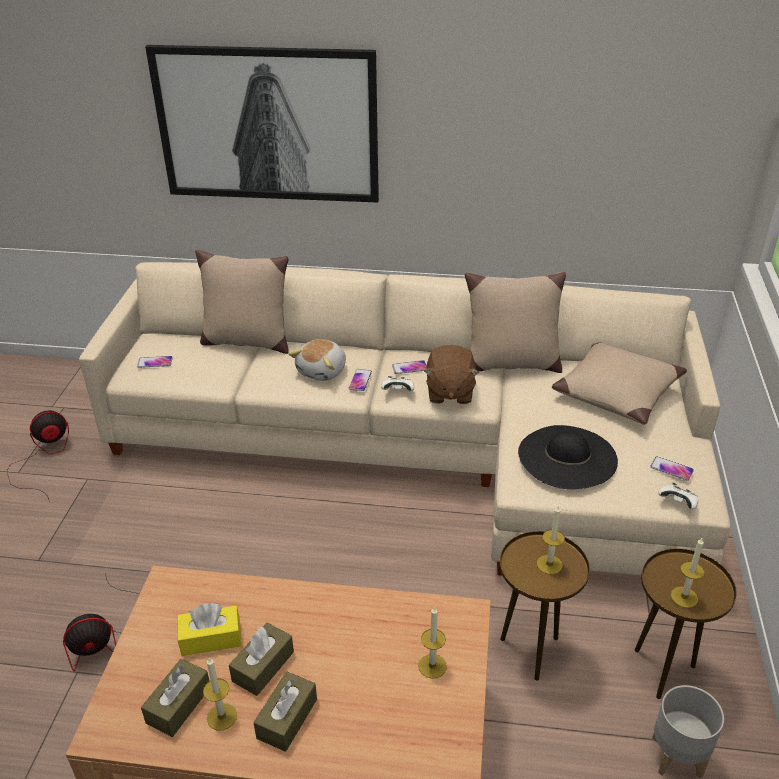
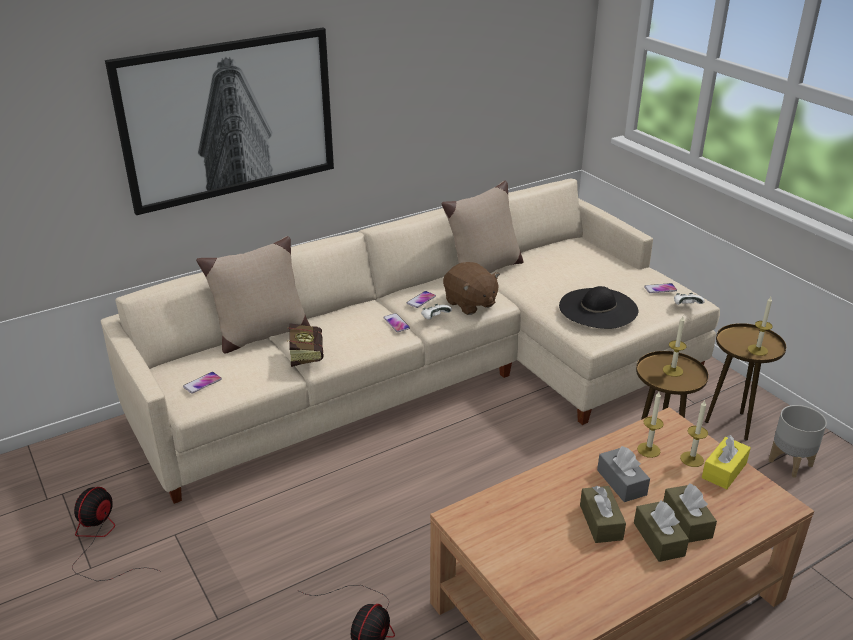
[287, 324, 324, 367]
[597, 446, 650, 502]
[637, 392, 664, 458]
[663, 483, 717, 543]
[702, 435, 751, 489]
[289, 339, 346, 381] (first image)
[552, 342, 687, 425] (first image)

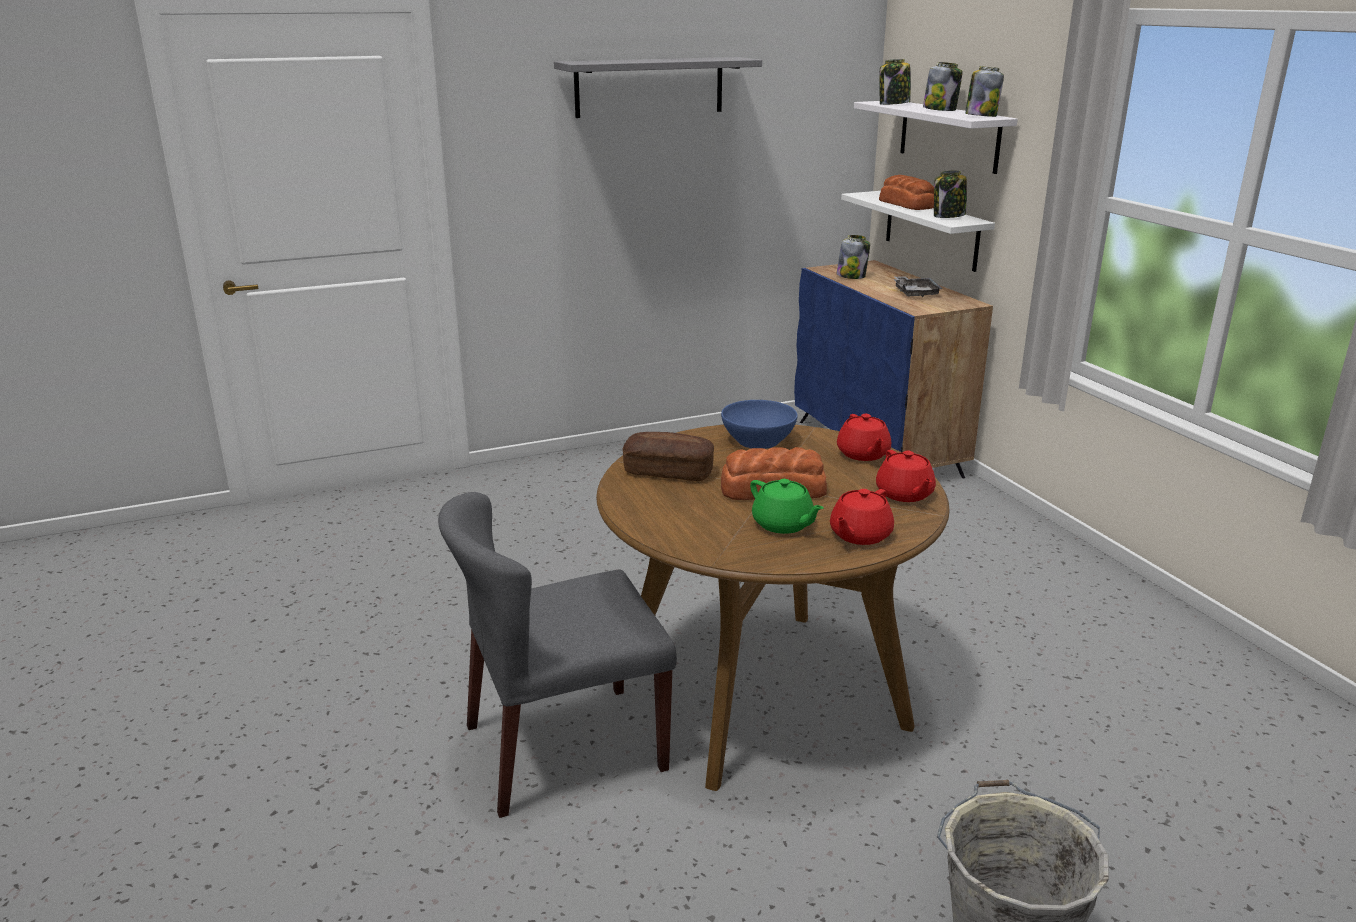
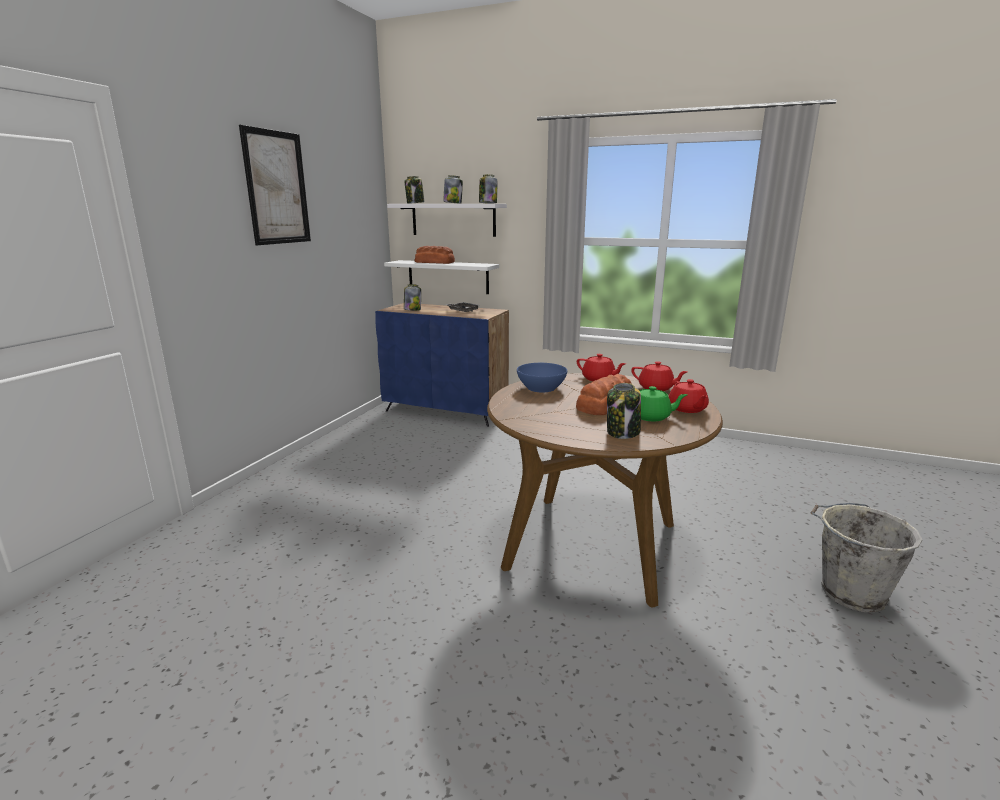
[239, 125, 311, 245]
[607, 383, 641, 439]
[438, 492, 677, 818] (first image)
[623, 432, 714, 481] (first image)

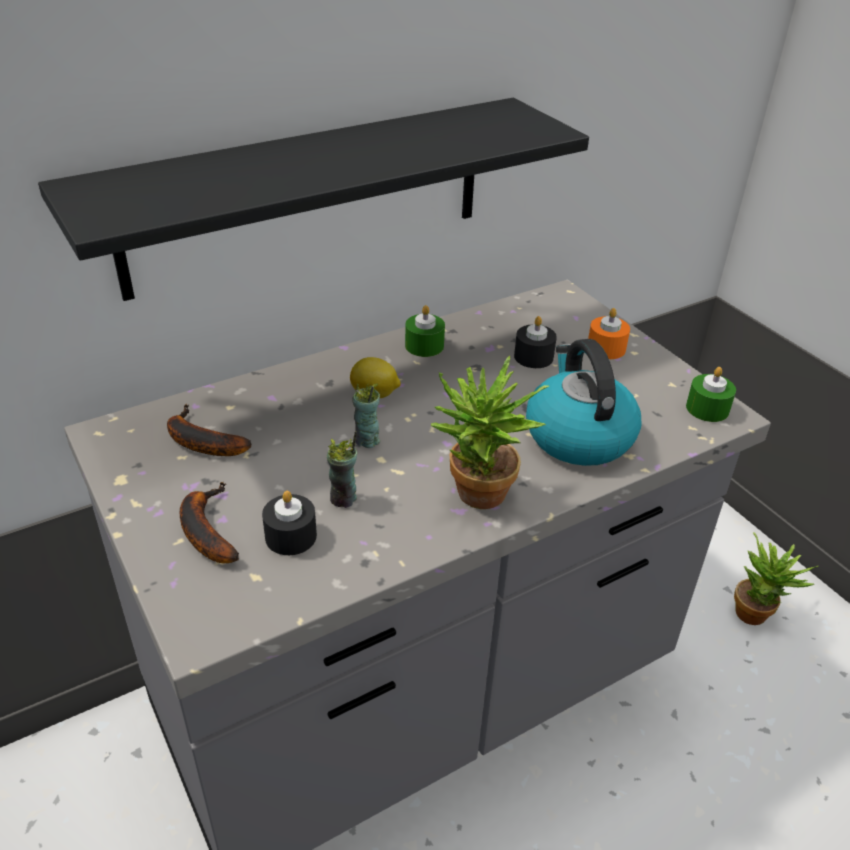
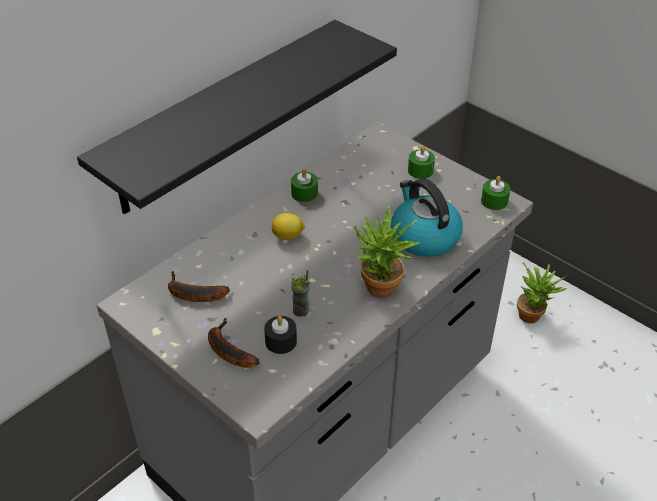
[408, 146, 435, 179]
[352, 384, 380, 448] (first image)
[514, 316, 557, 368] (first image)

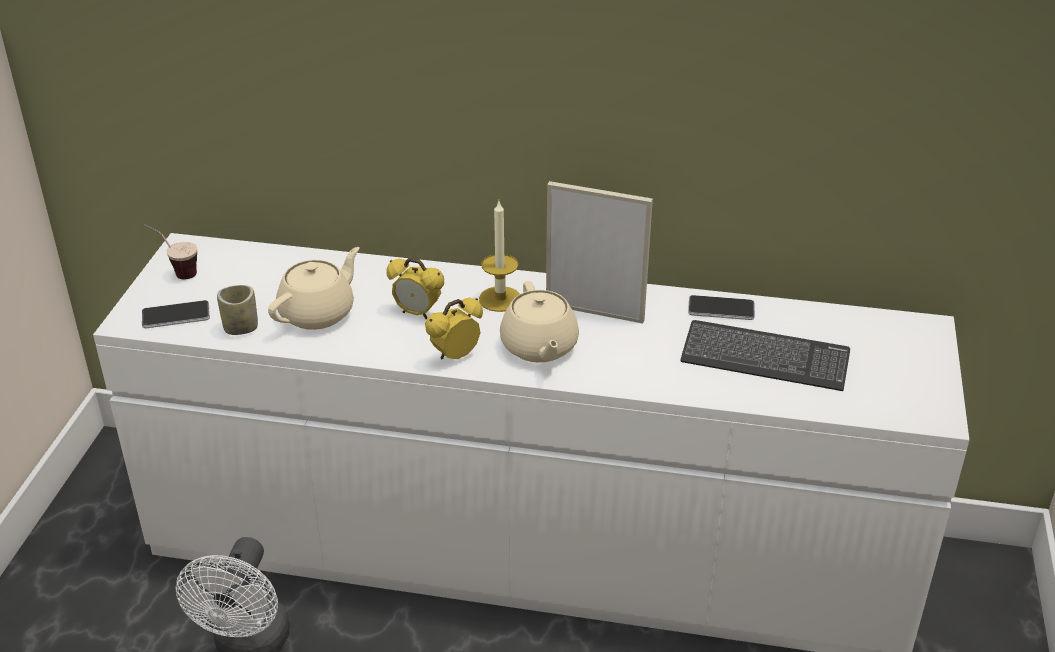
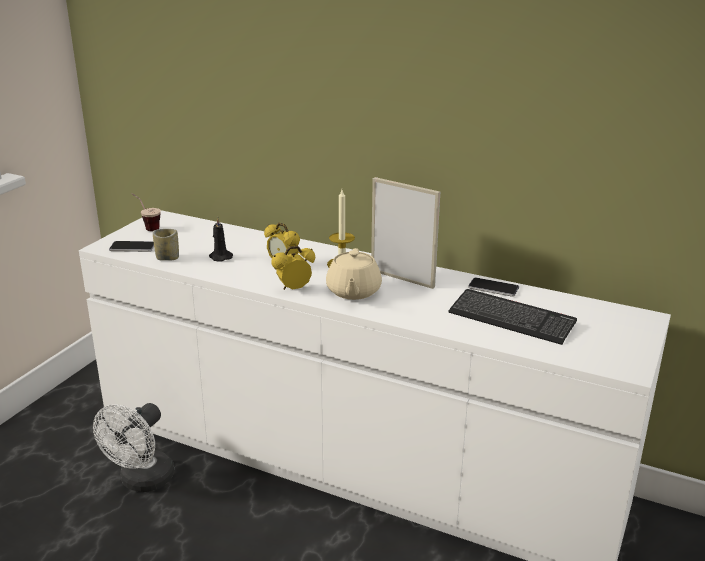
[209, 217, 233, 262]

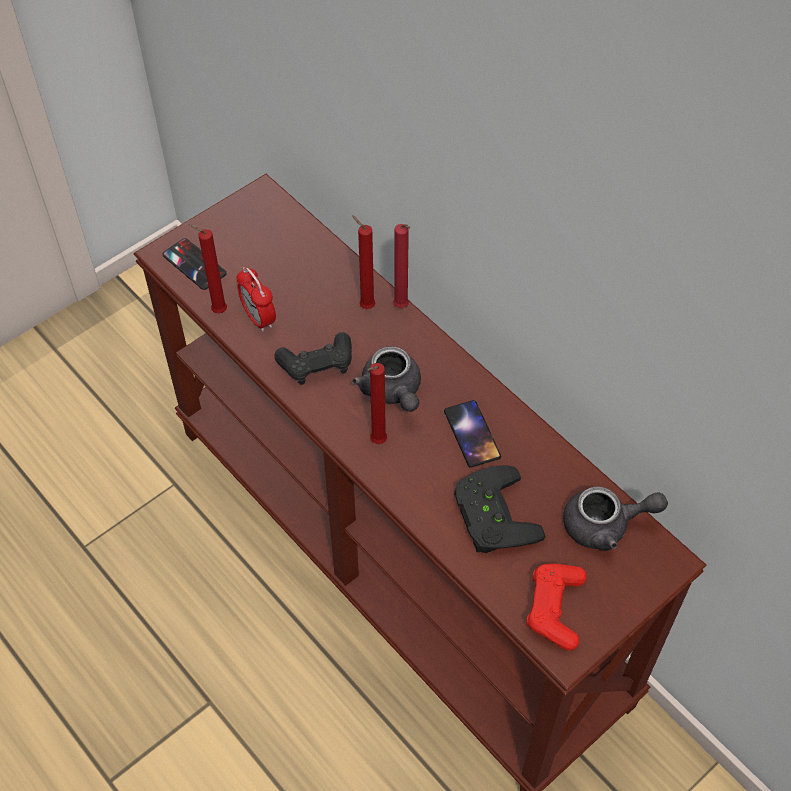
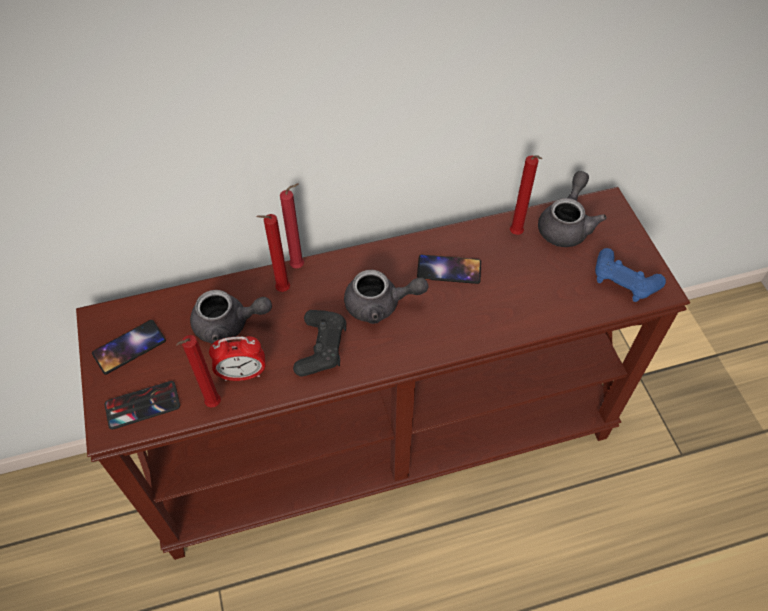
[92, 320, 166, 374]
[190, 290, 272, 344]
[510, 155, 542, 235]
[595, 248, 666, 302]
[454, 465, 545, 553] (first image)

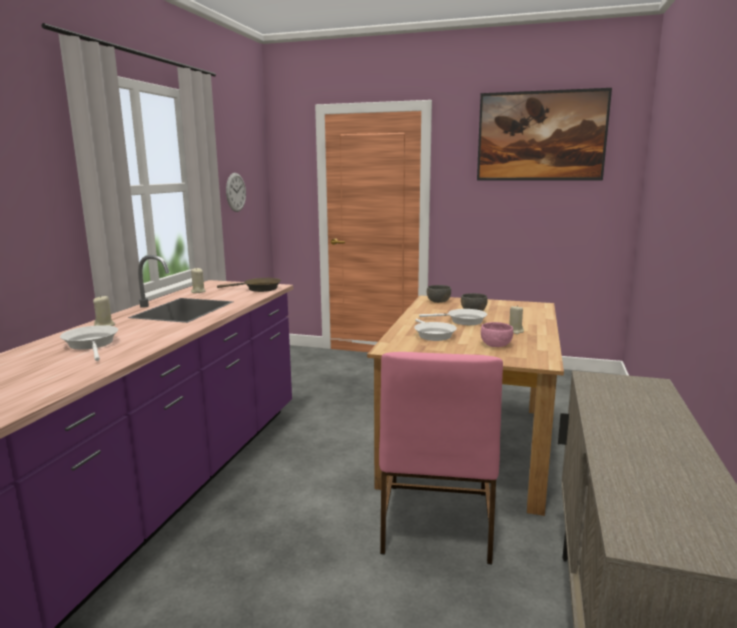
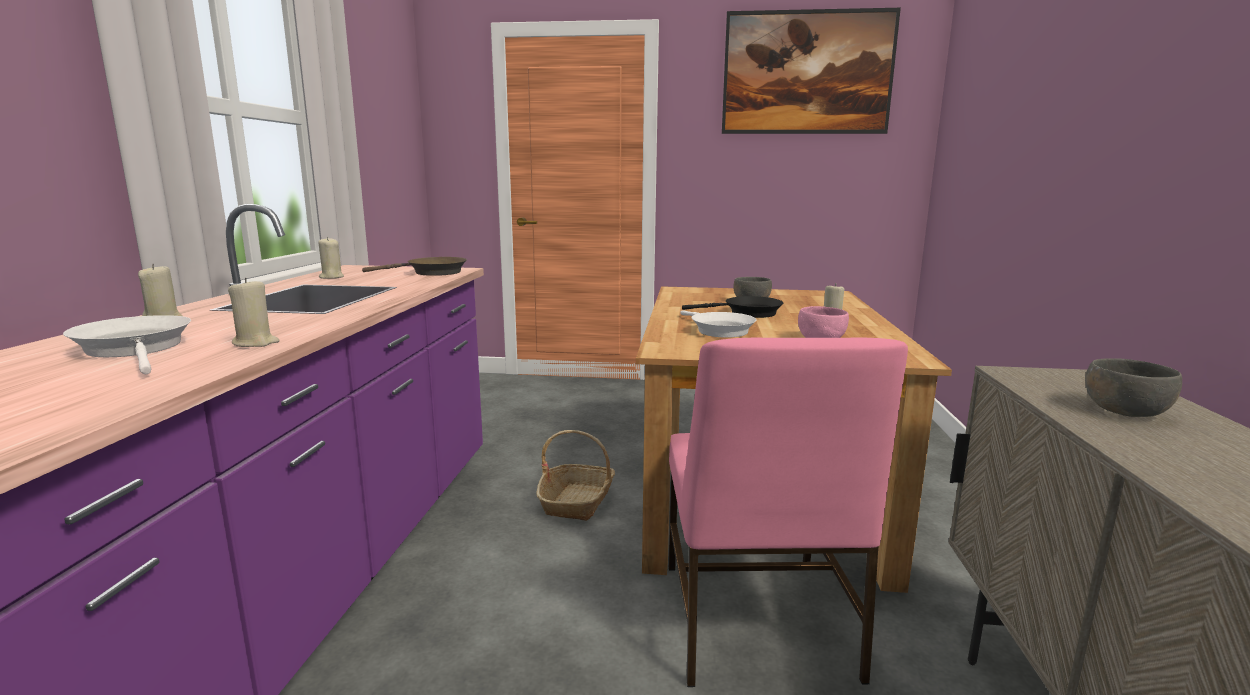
[228, 278, 279, 347]
[537, 430, 615, 521]
[682, 296, 783, 318]
[1085, 359, 1182, 417]
[226, 173, 246, 212] (first image)

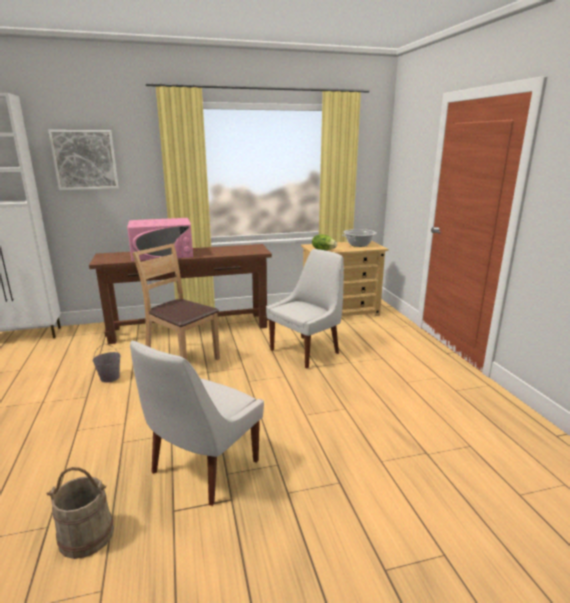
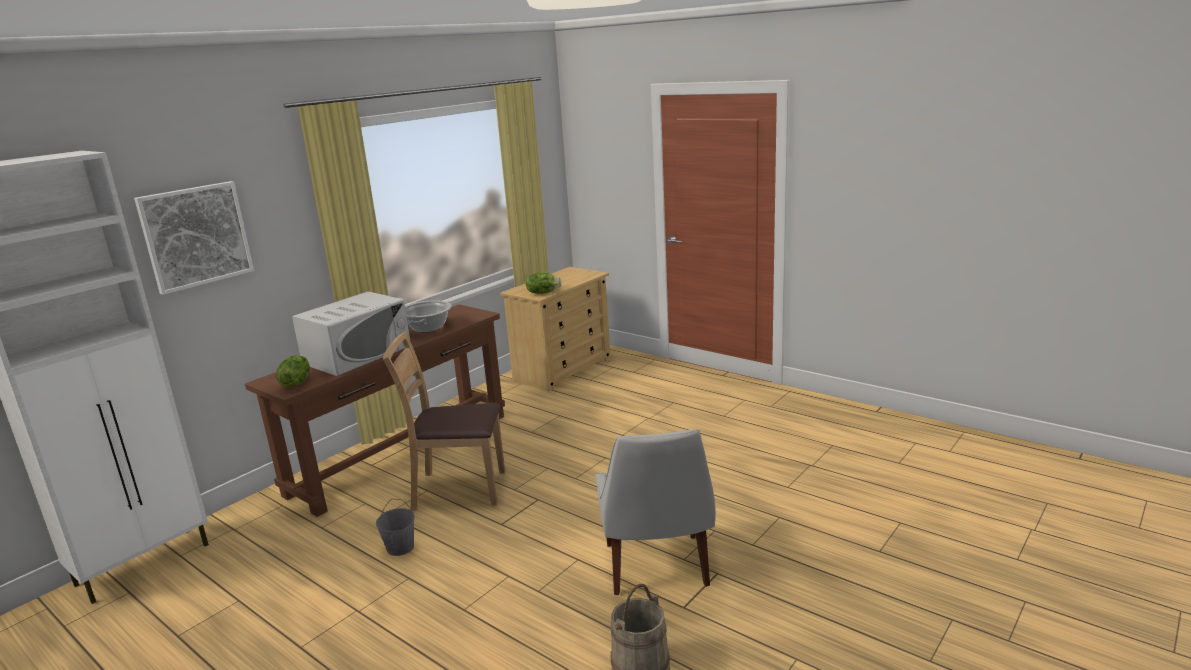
[276, 355, 310, 387]
[292, 291, 410, 376]
[405, 300, 452, 333]
[266, 249, 344, 368] (first image)

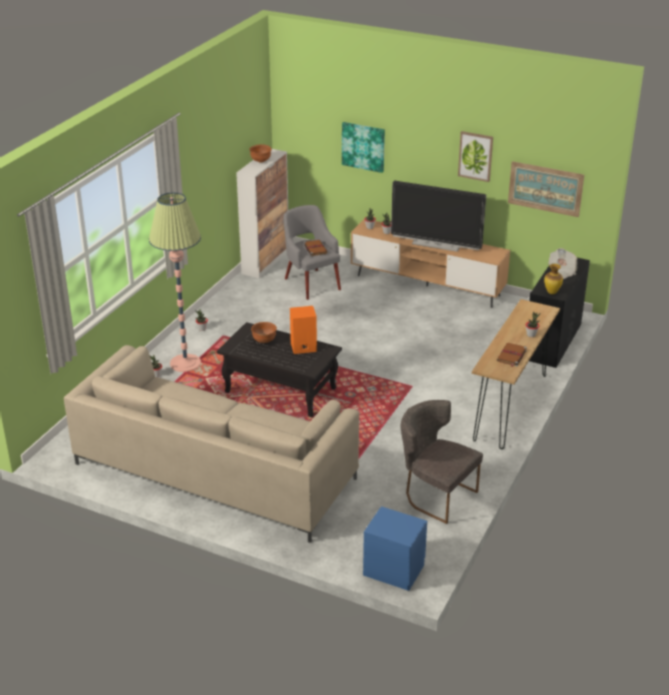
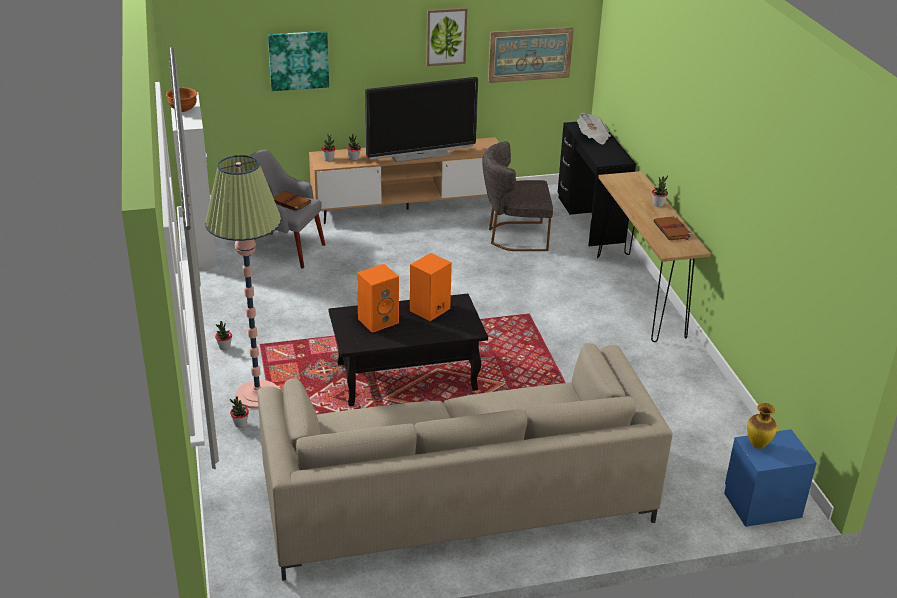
[357, 264, 399, 333]
[482, 141, 553, 251]
[747, 403, 777, 449]

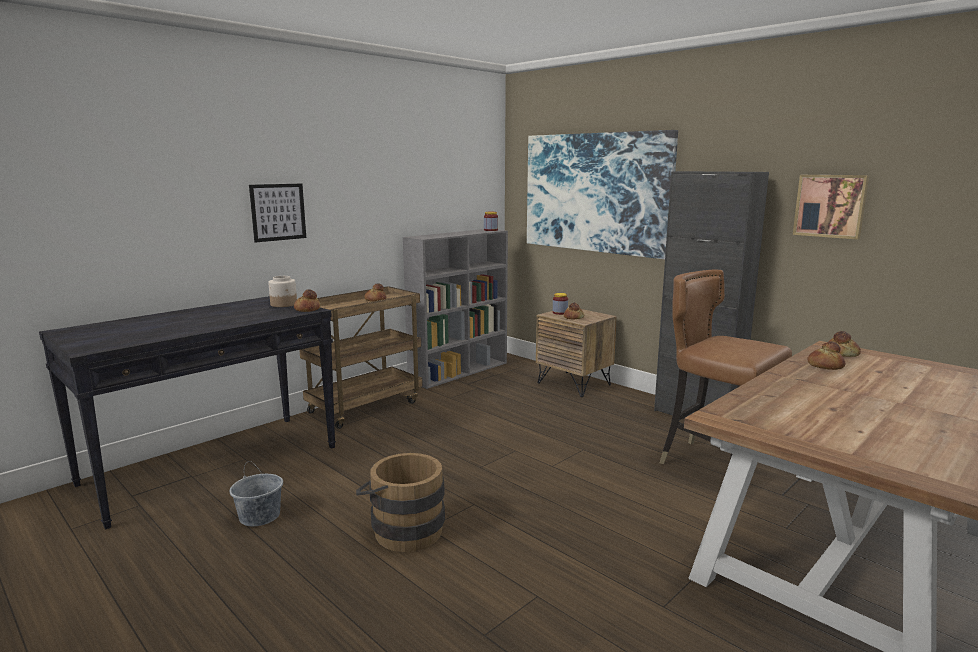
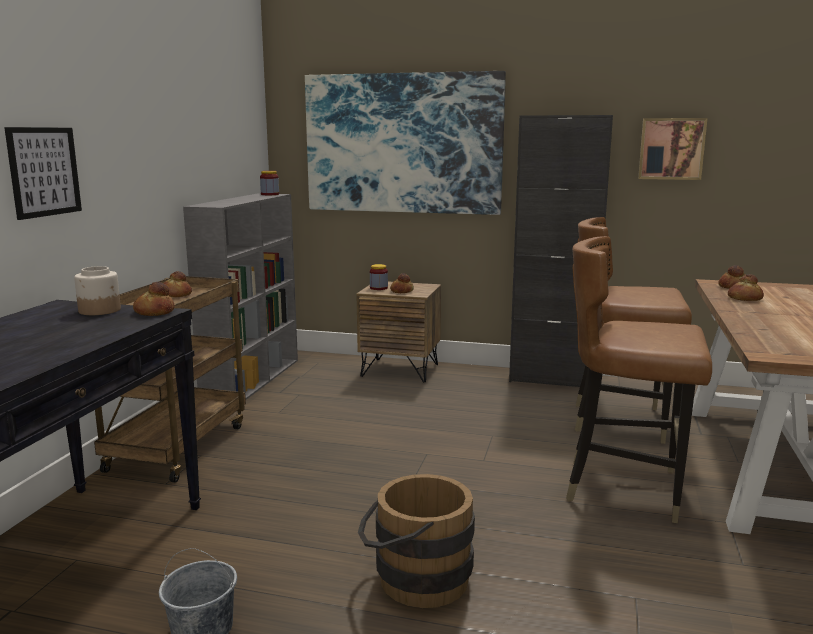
[566, 236, 712, 523]

